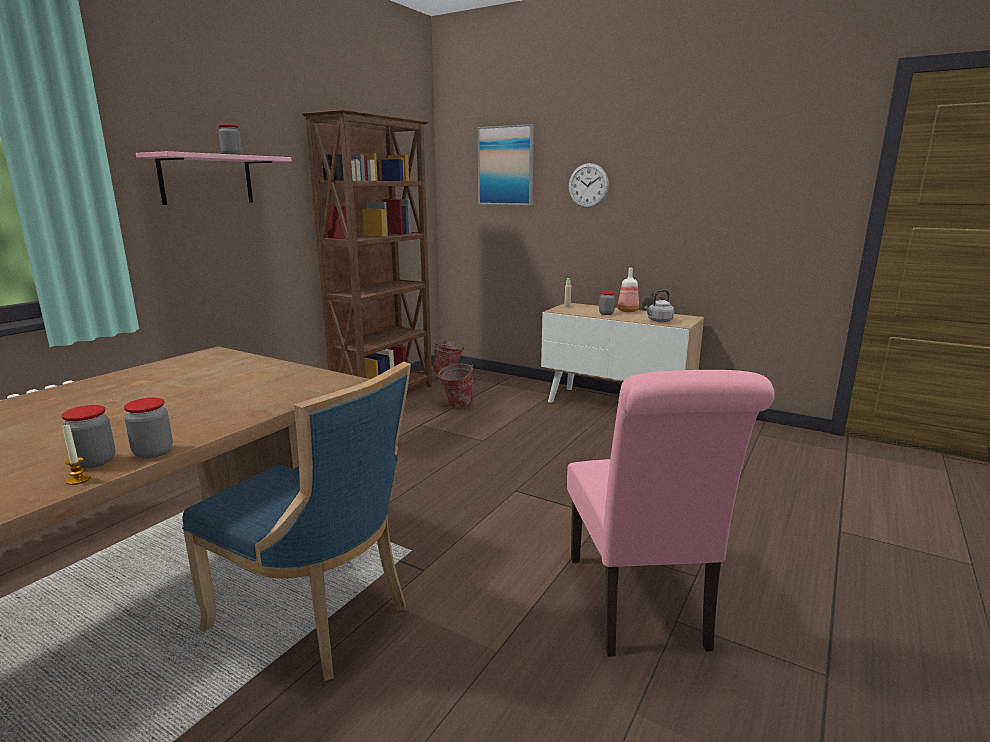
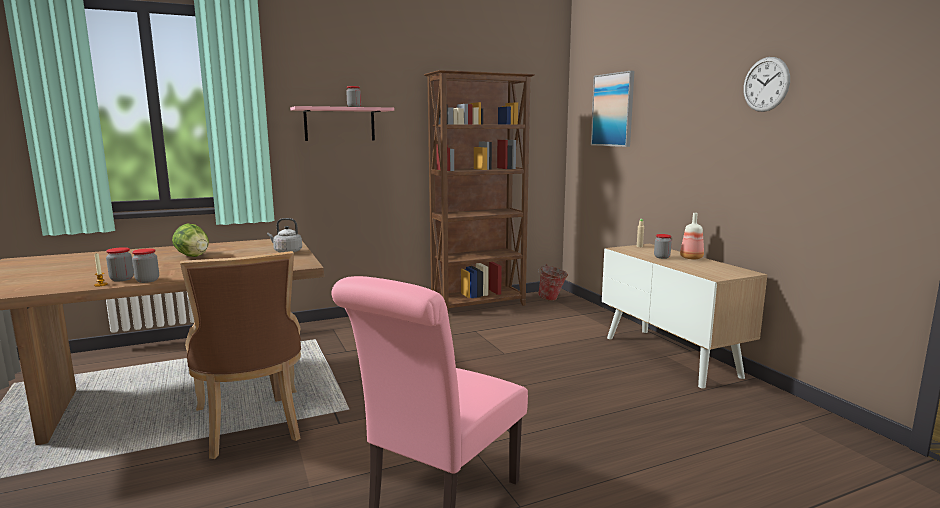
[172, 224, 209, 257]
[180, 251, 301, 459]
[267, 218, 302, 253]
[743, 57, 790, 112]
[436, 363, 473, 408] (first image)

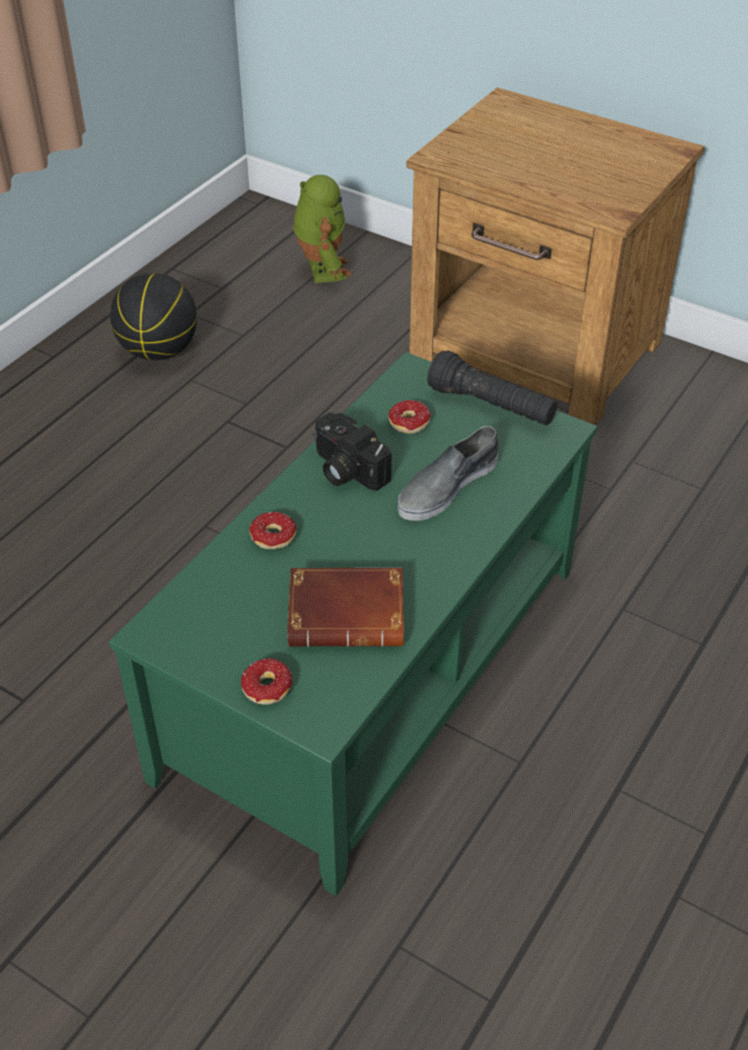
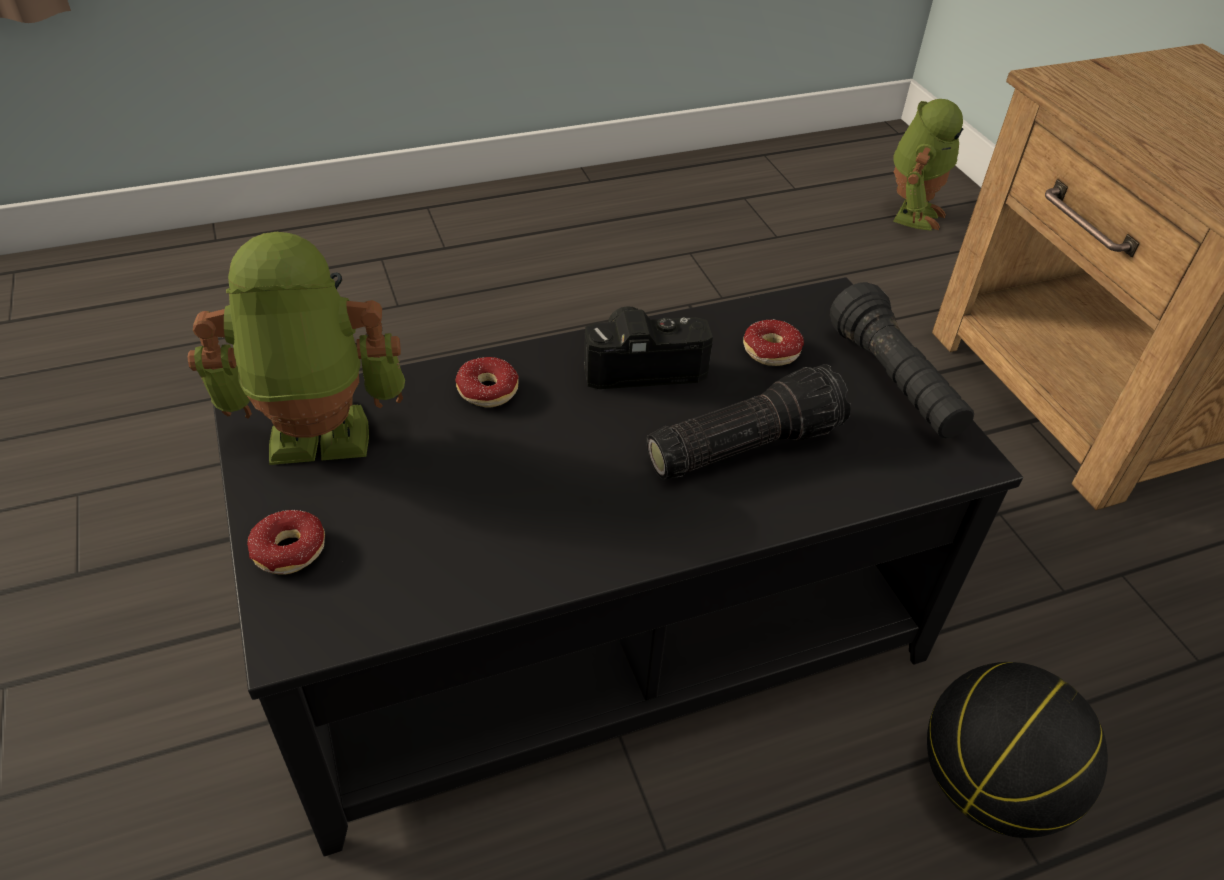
[188, 232, 405, 465]
[213, 277, 1023, 856]
[584, 306, 713, 389]
[646, 364, 851, 479]
[927, 662, 1108, 838]
[287, 568, 404, 647] (first image)

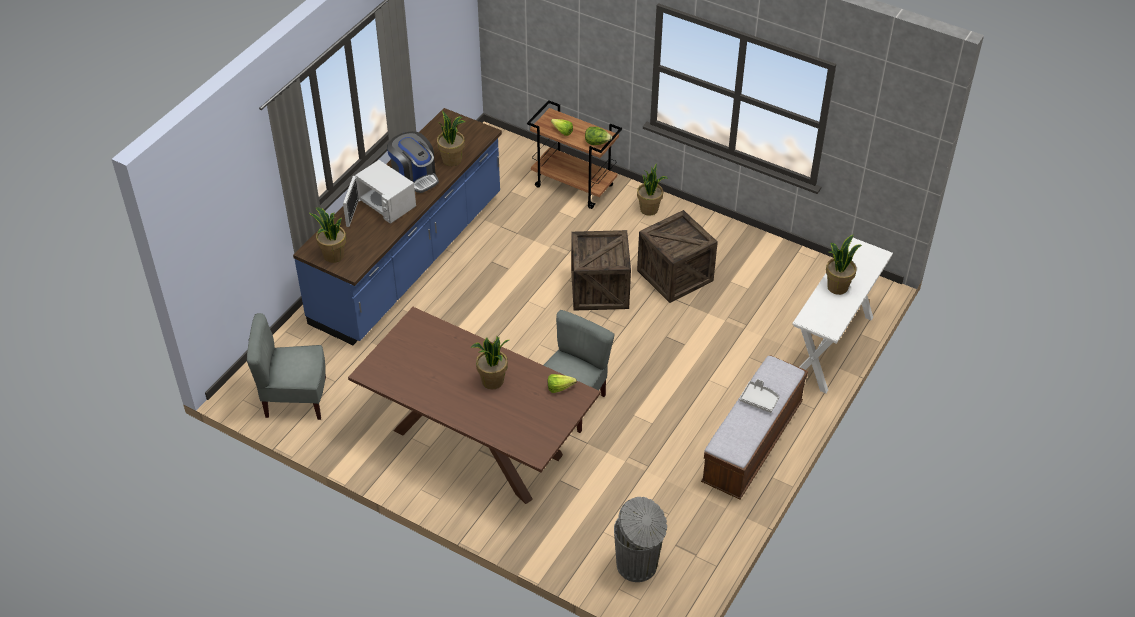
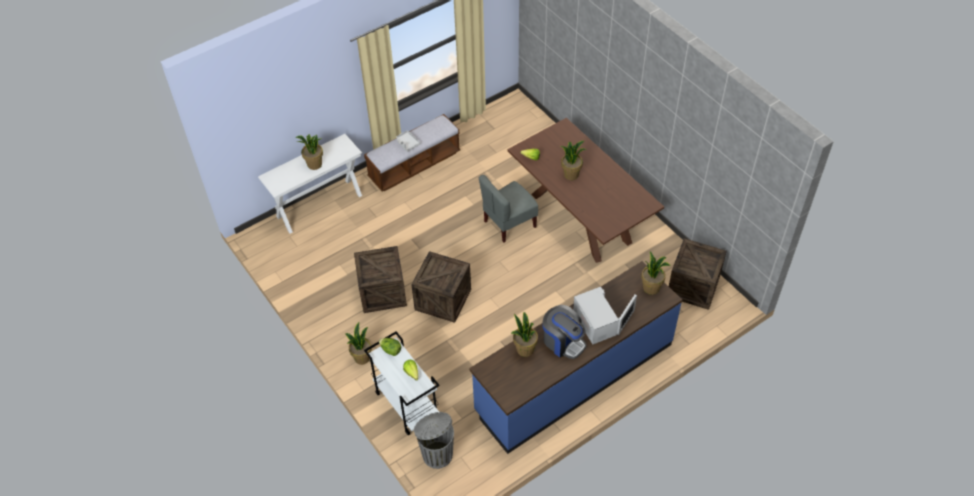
[364, 331, 439, 435]
[414, 412, 454, 469]
[542, 305, 586, 359]
[669, 238, 727, 310]

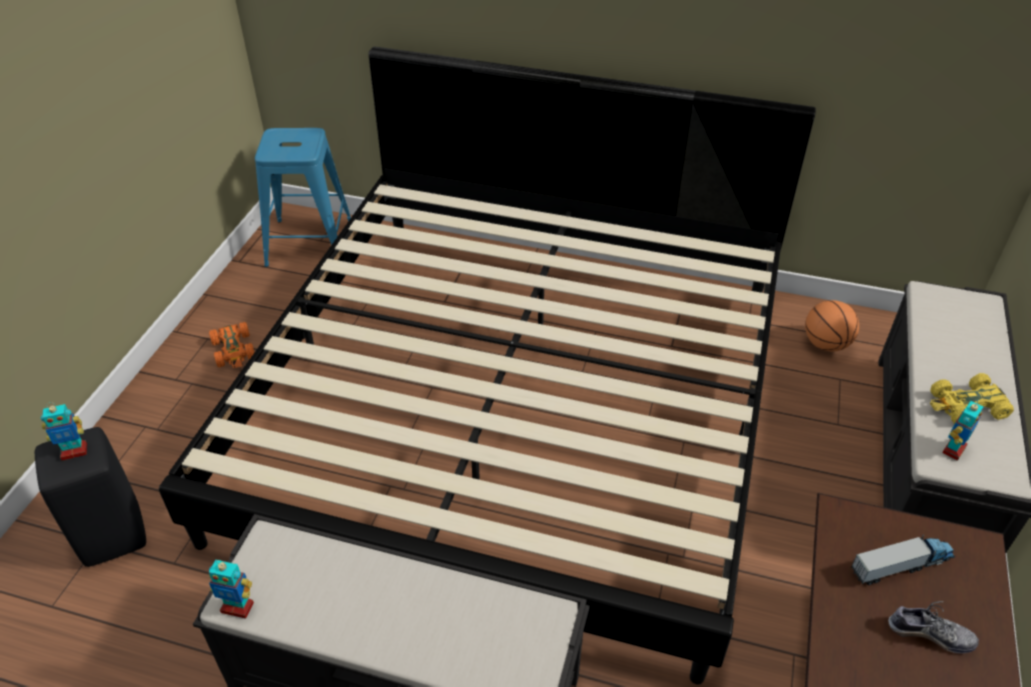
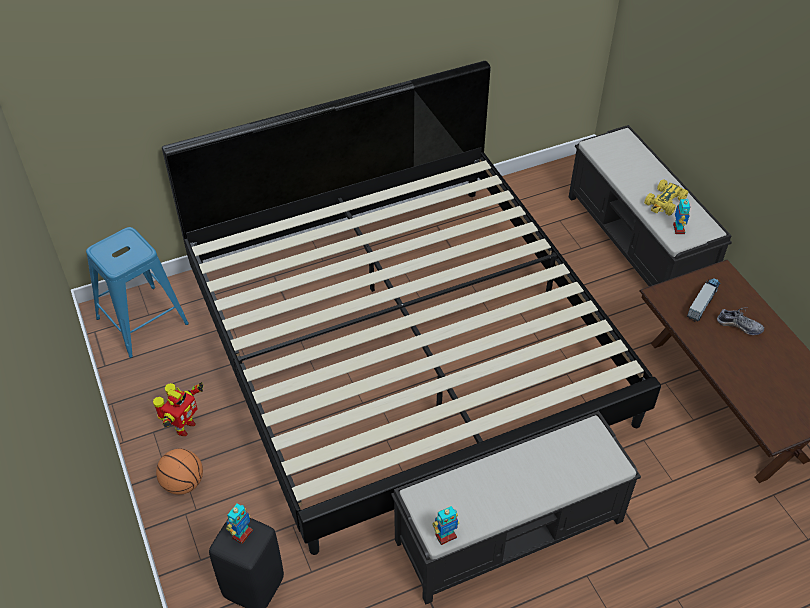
[153, 382, 203, 436]
[156, 449, 203, 495]
[717, 308, 764, 335]

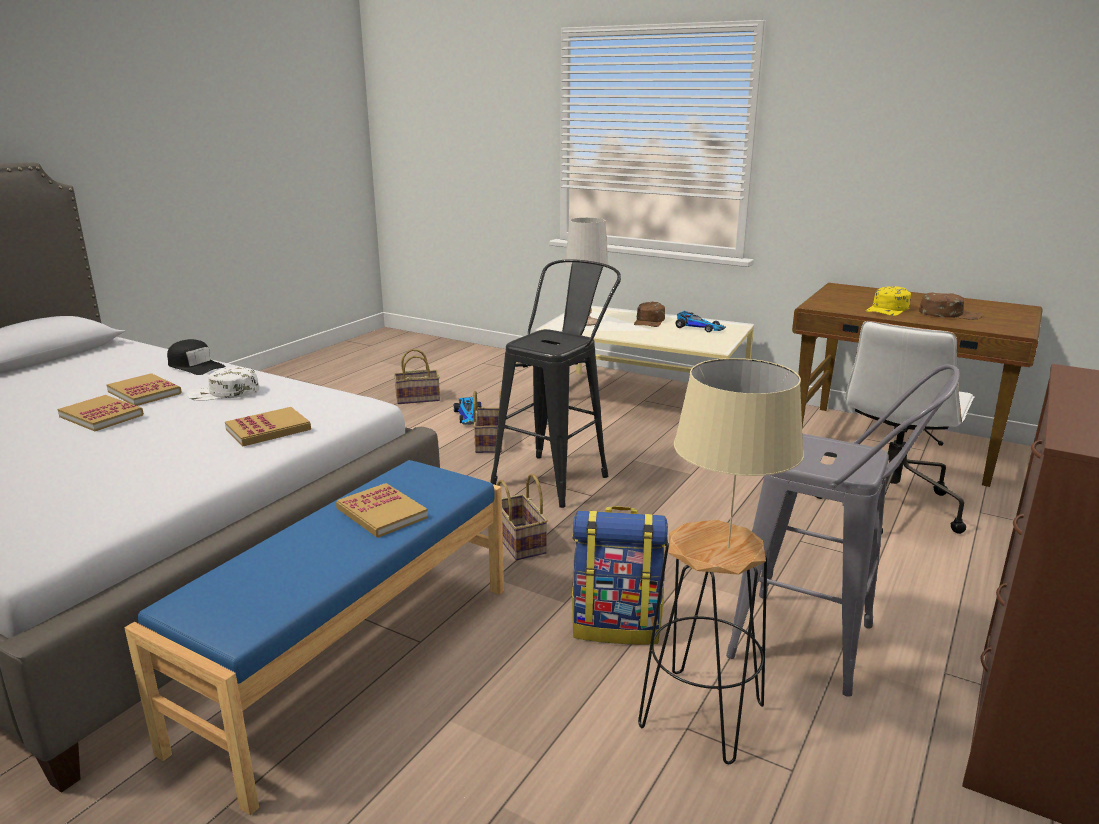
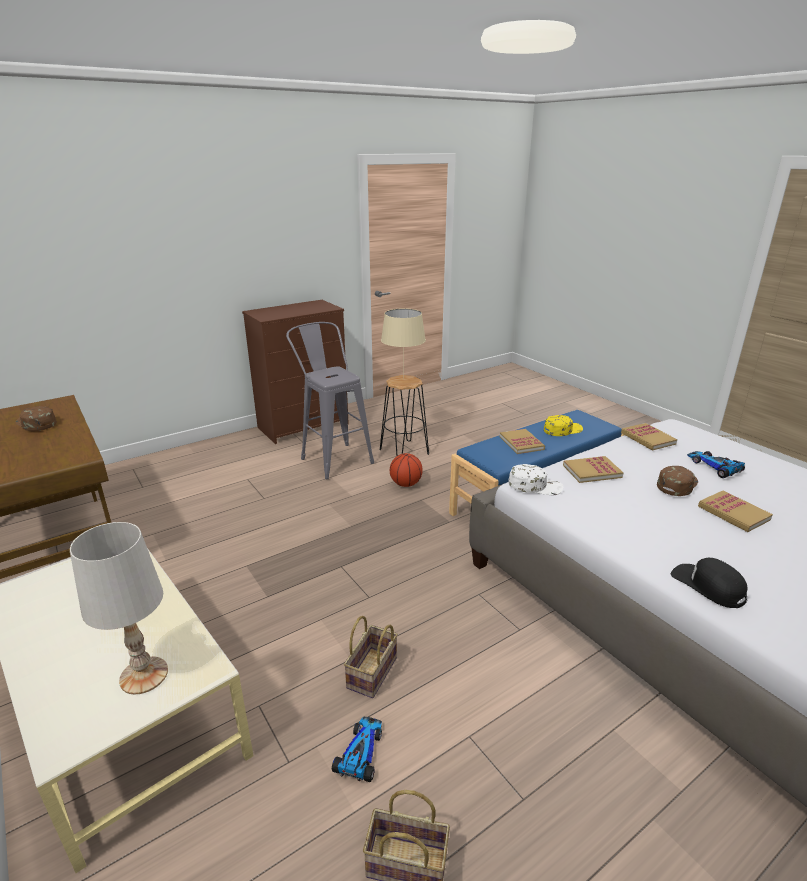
[390, 453, 423, 487]
[509, 464, 563, 495]
[544, 415, 583, 436]
[621, 423, 678, 450]
[657, 466, 698, 496]
[687, 451, 745, 478]
[490, 259, 621, 508] (first image)
[497, 474, 548, 560] (first image)
[816, 321, 975, 535] (first image)

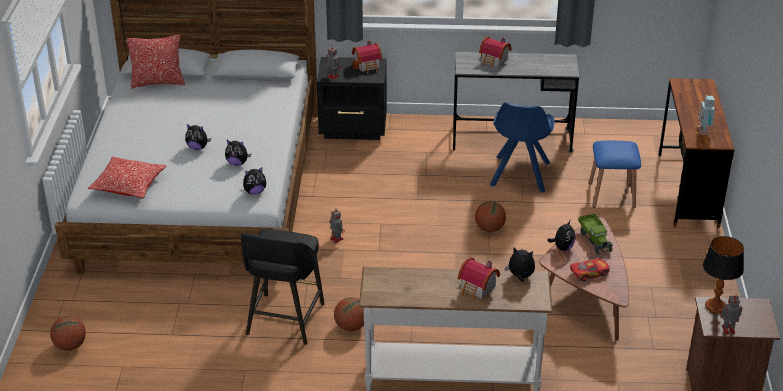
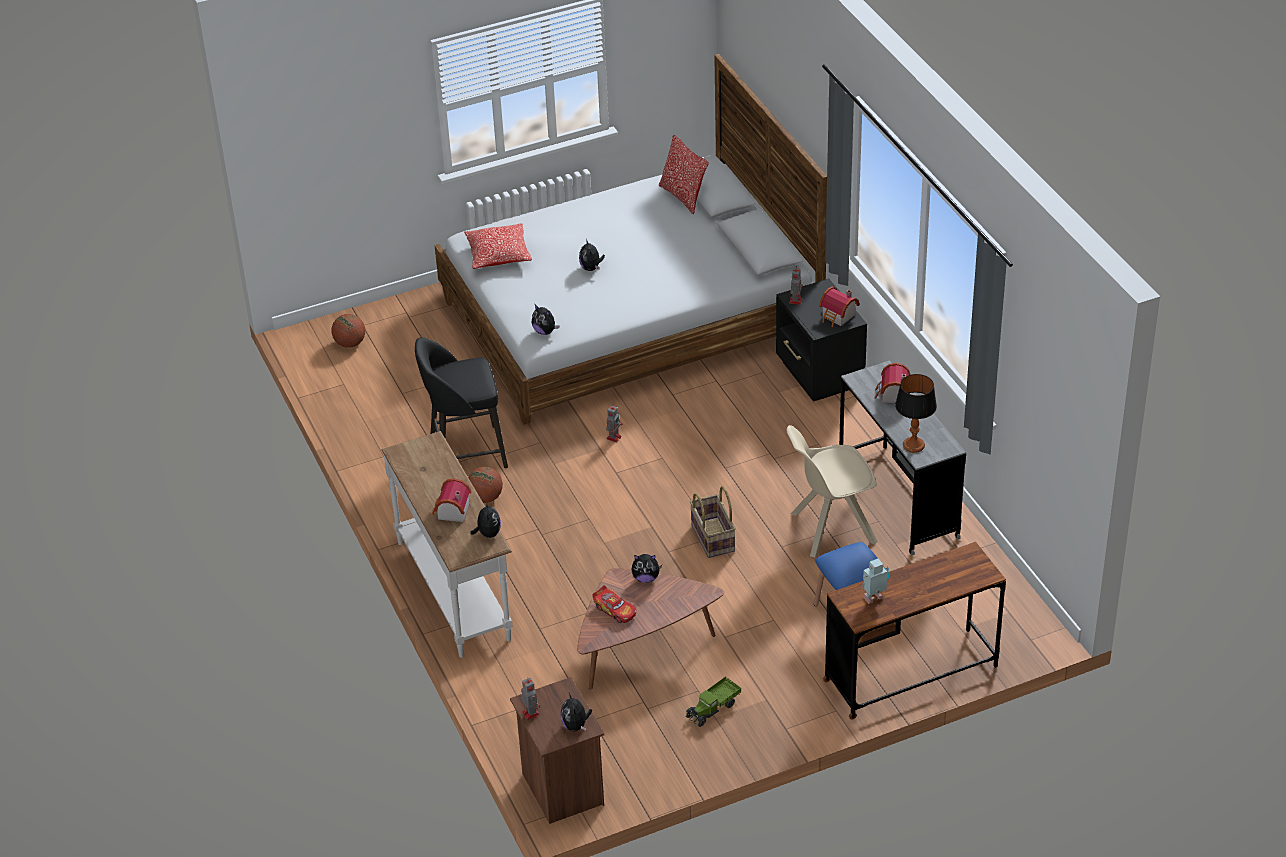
[561, 693, 592, 731]
[685, 676, 741, 727]
[690, 486, 736, 558]
[786, 425, 878, 557]
[895, 374, 937, 453]

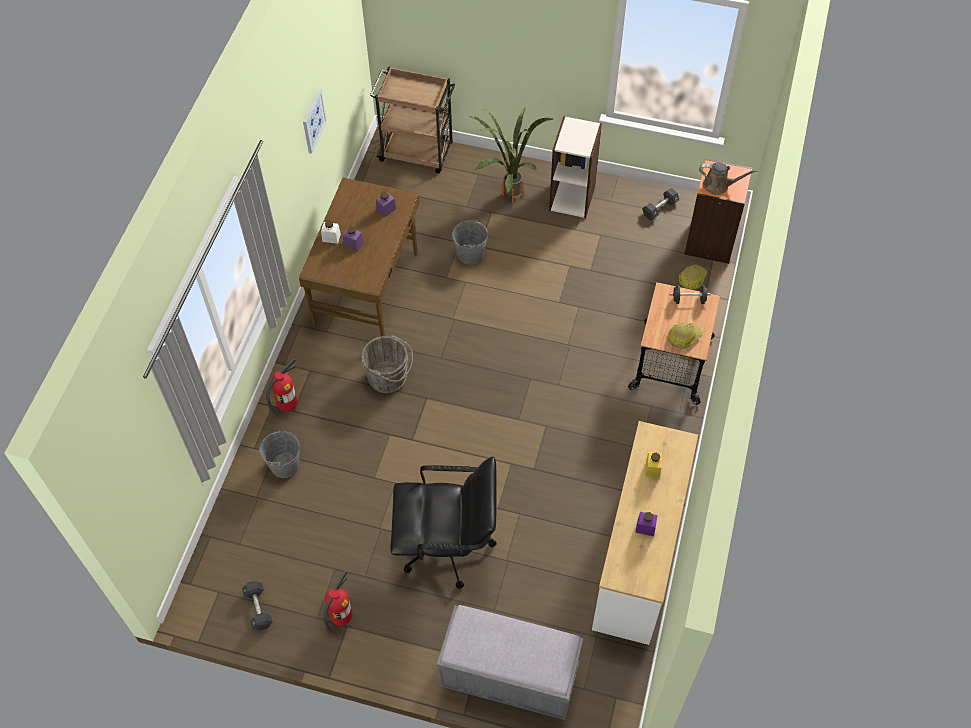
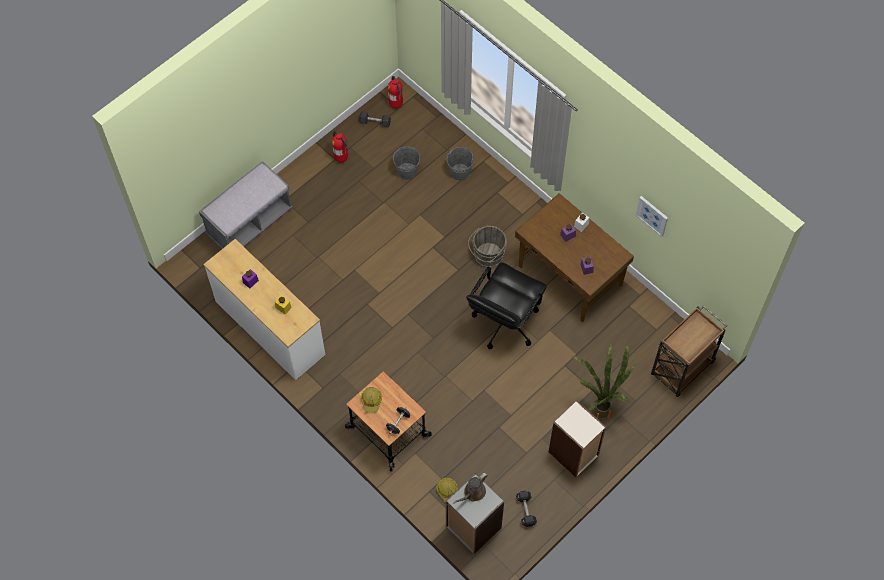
[388, 76, 403, 109]
[393, 146, 420, 180]
[446, 473, 504, 554]
[466, 262, 547, 349]

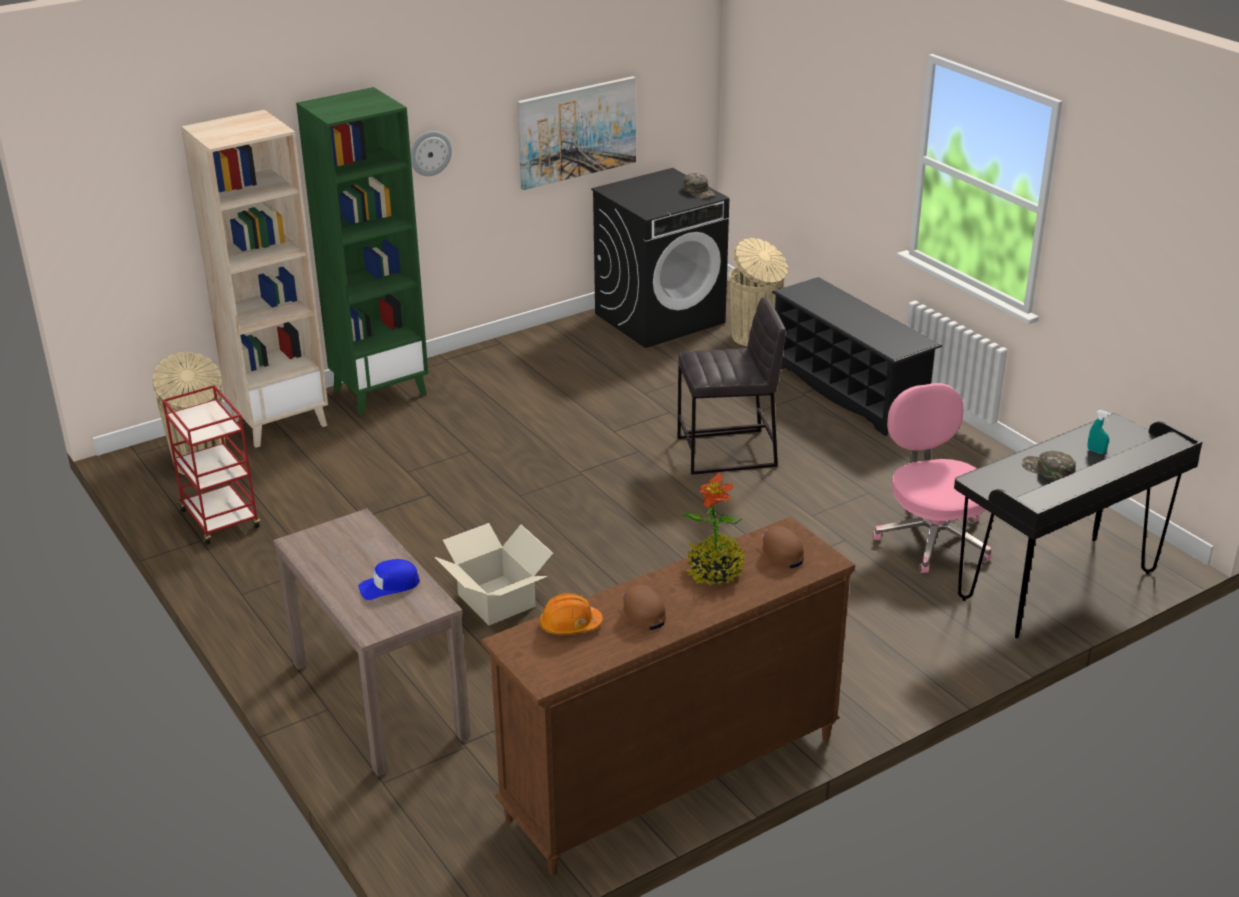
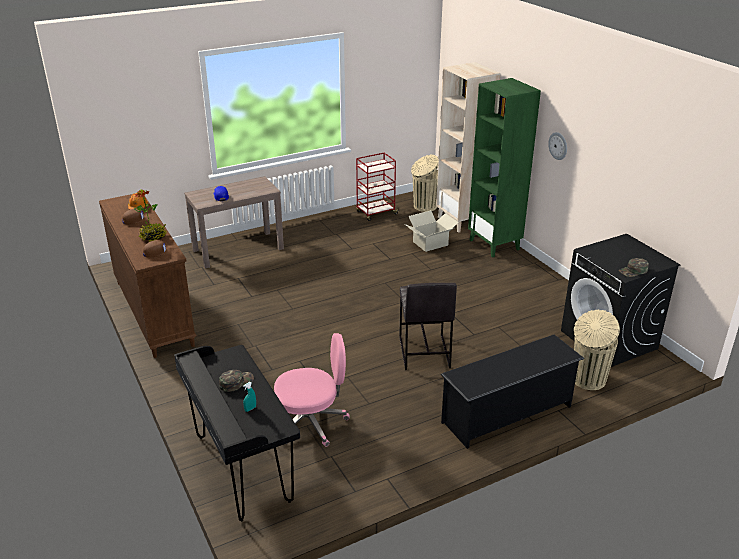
[405, 210, 459, 252]
[517, 76, 636, 190] (first image)

